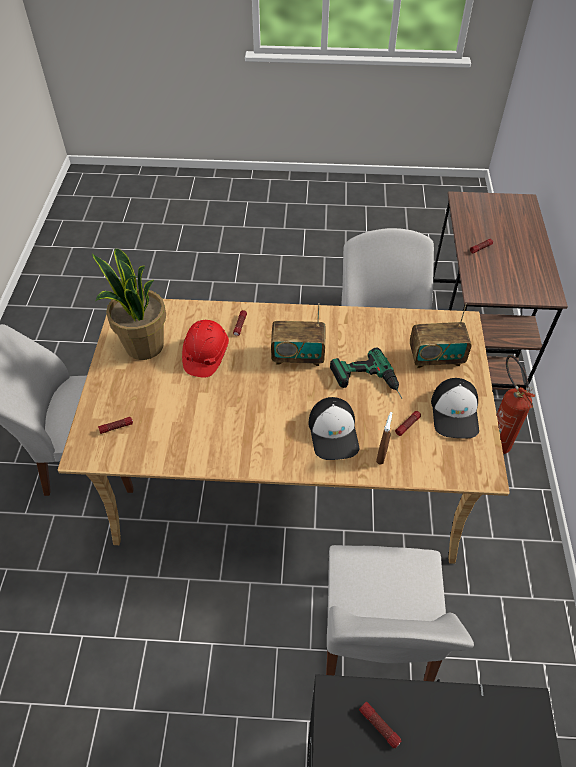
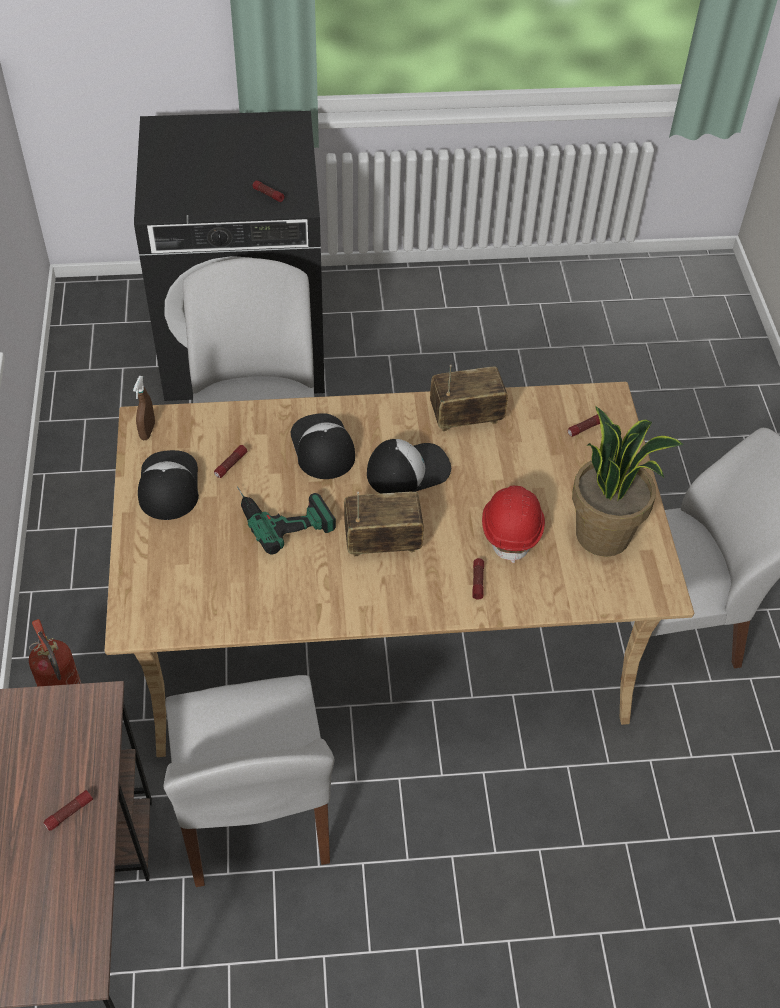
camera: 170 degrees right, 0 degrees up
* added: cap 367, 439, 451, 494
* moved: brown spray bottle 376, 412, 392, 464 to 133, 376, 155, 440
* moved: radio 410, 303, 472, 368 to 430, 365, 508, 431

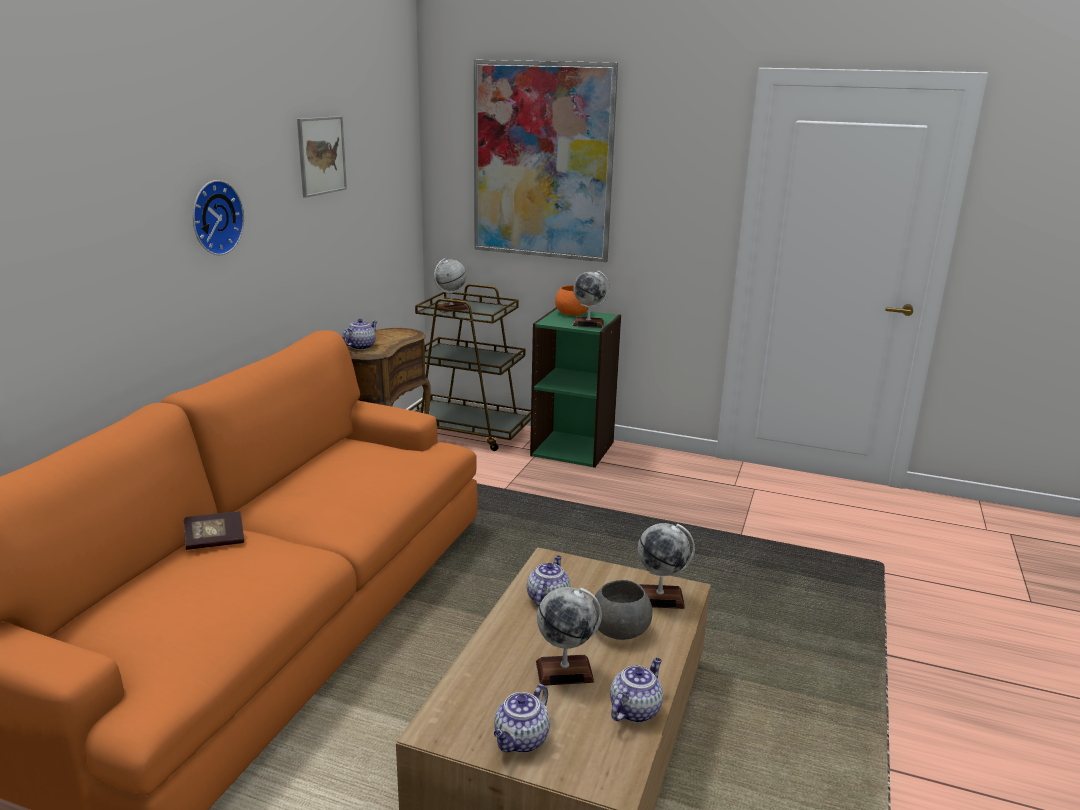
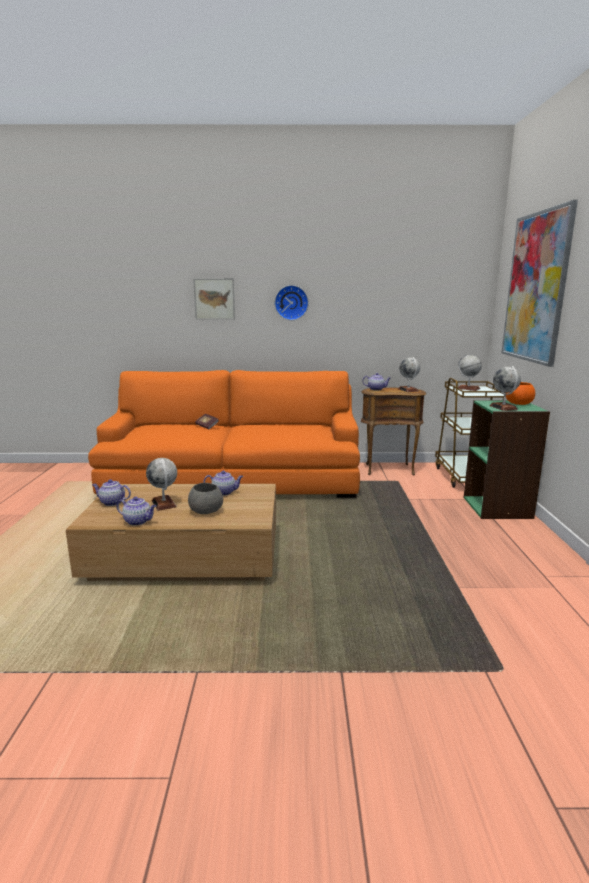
camera: 70 degrees right, 5 degrees down
* moved: picture 297, 116, 347, 198 to 193, 278, 235, 320
* moved: globe 638, 523, 695, 609 to 398, 357, 420, 392

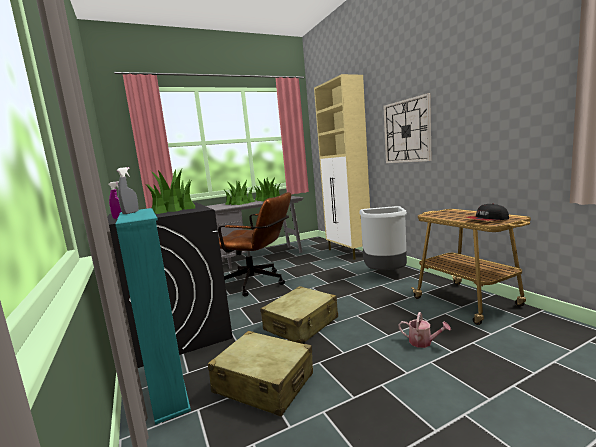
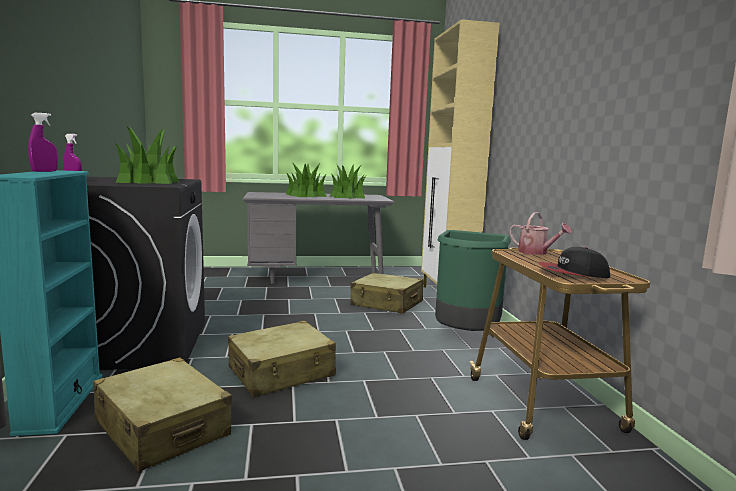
camera: 15 degrees right, 0 degrees up
* removed: brown office chair 218, 192, 291, 297
* removed: wall clock 384, 93, 432, 163
* added: beige suitcase 350, 273, 423, 314
* moved: watering can 399, 312, 451, 348 to 510, 212, 572, 255
* recoloured: grey spray bottle 116, 167, 139, 214 to purple spray bottle 28, 113, 58, 172
* recoloured: grey trash can 359, 206, 407, 270 to green trash can 435, 230, 511, 331

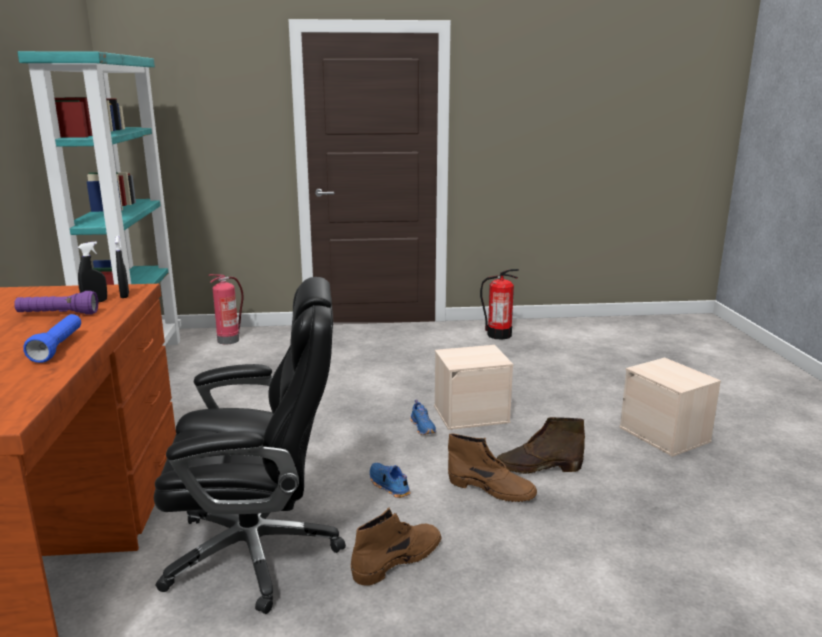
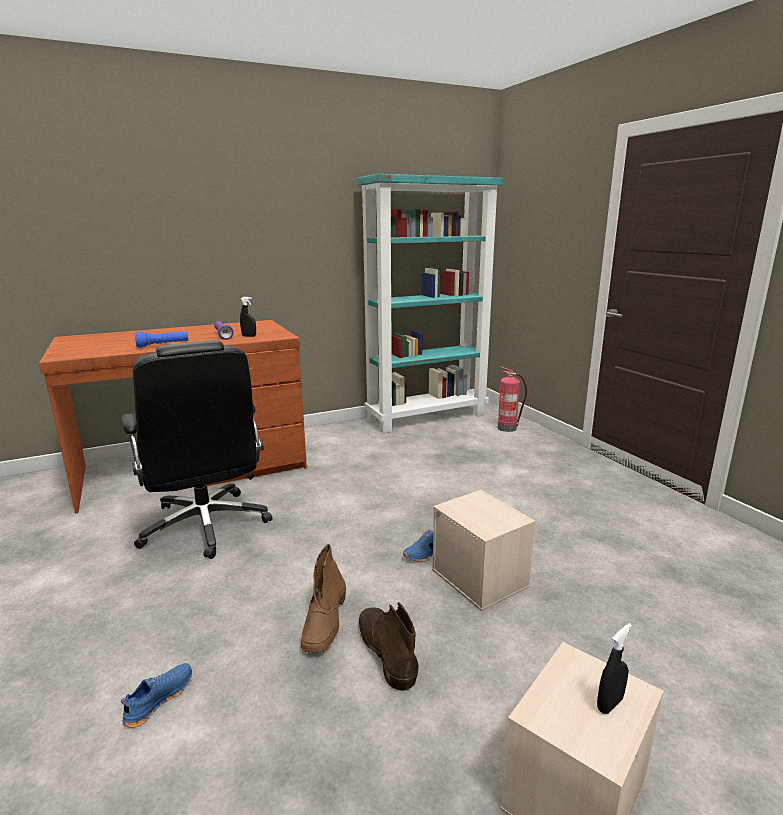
camera: 70 degrees right, 0 degrees up
* removed: brown boot 351, 508, 442, 586
* removed: fire extinguisher 480, 269, 519, 340
* moved: black spray bottle 115, 236, 129, 298 to 597, 623, 632, 714
* moved: blue shoe 370, 463, 410, 498 to 121, 663, 192, 728

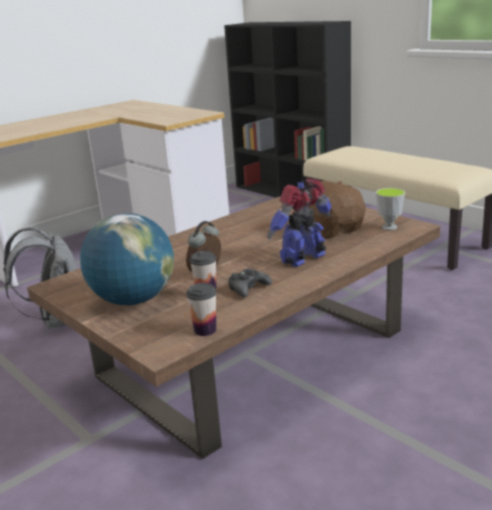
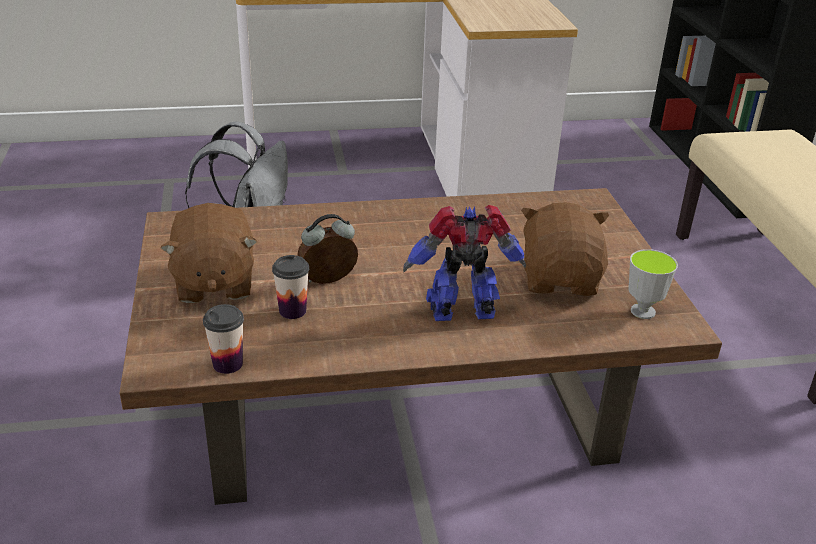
camera: 30 degrees right, 10 degrees up
* removed: black game controller 228, 268, 272, 297
* replaced: globe 80, 213, 174, 305 to brown plush toy 160, 203, 257, 303

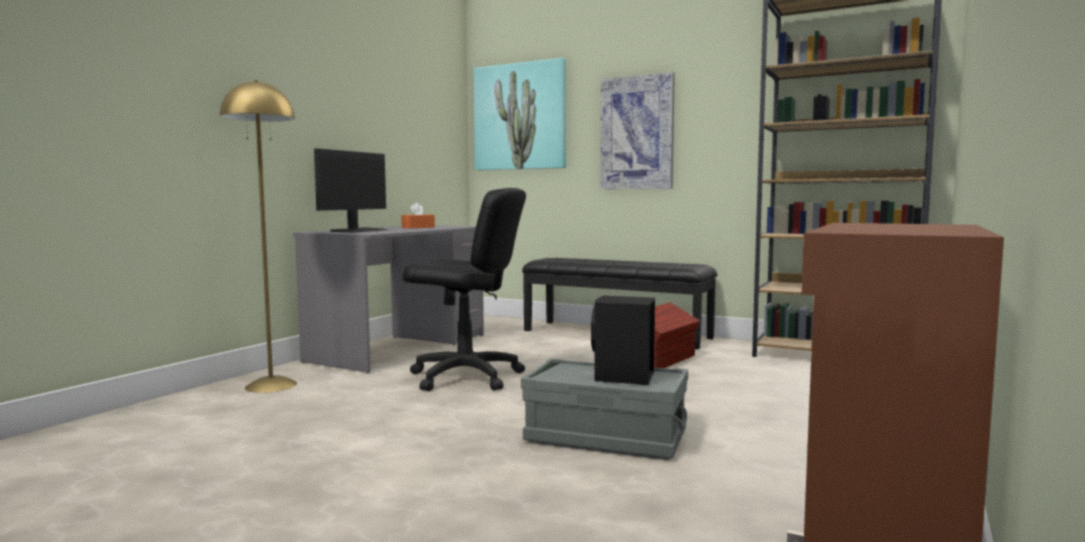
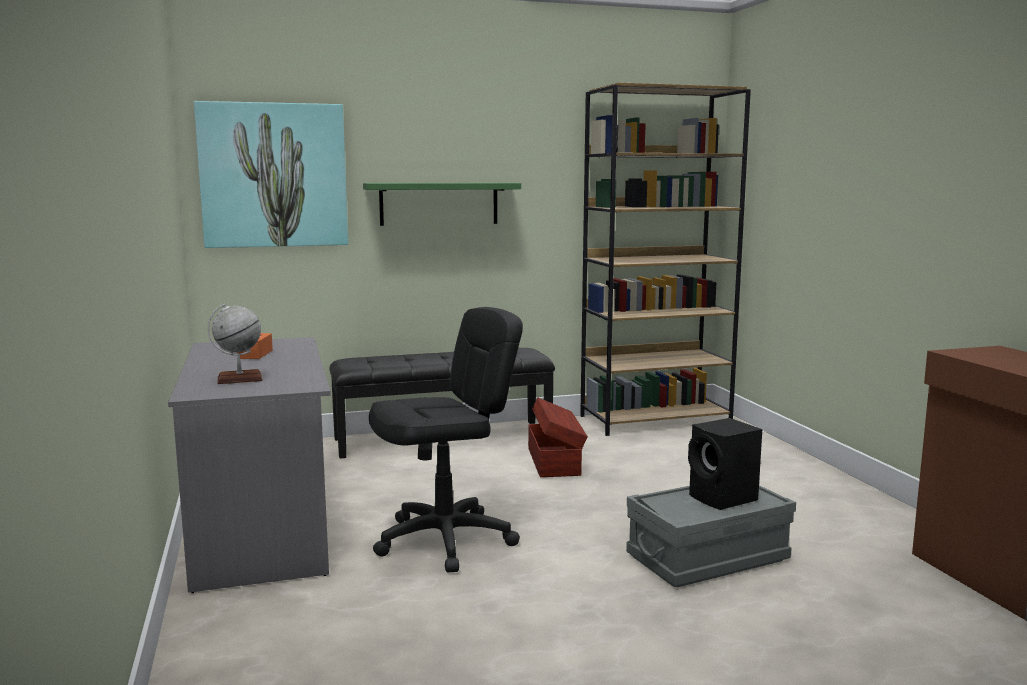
camera: 45 degrees left, 5 degrees up
* removed: yellow floor lamp 220, 80, 297, 393
* replaced: monitor 314, 148, 387, 233 to globe 207, 304, 263, 384
* replaced: picture 600, 72, 675, 189 to green shelf 363, 183, 521, 226

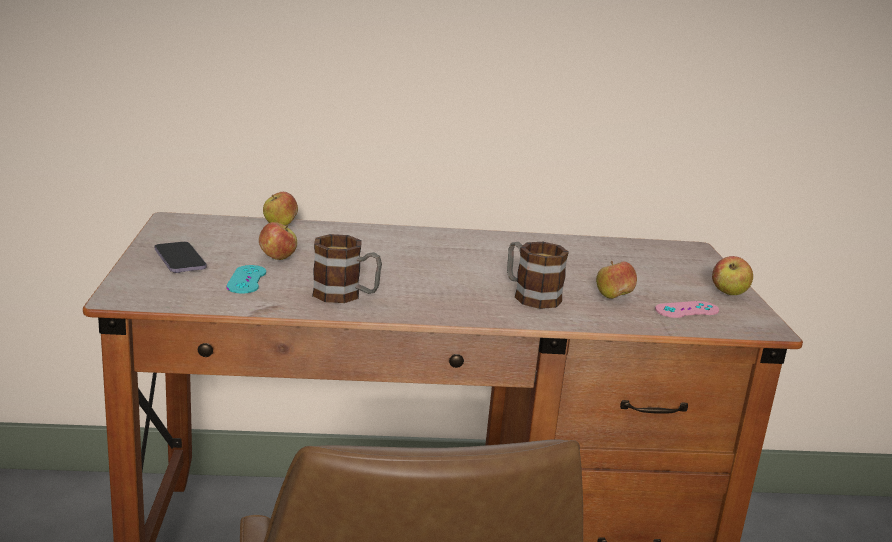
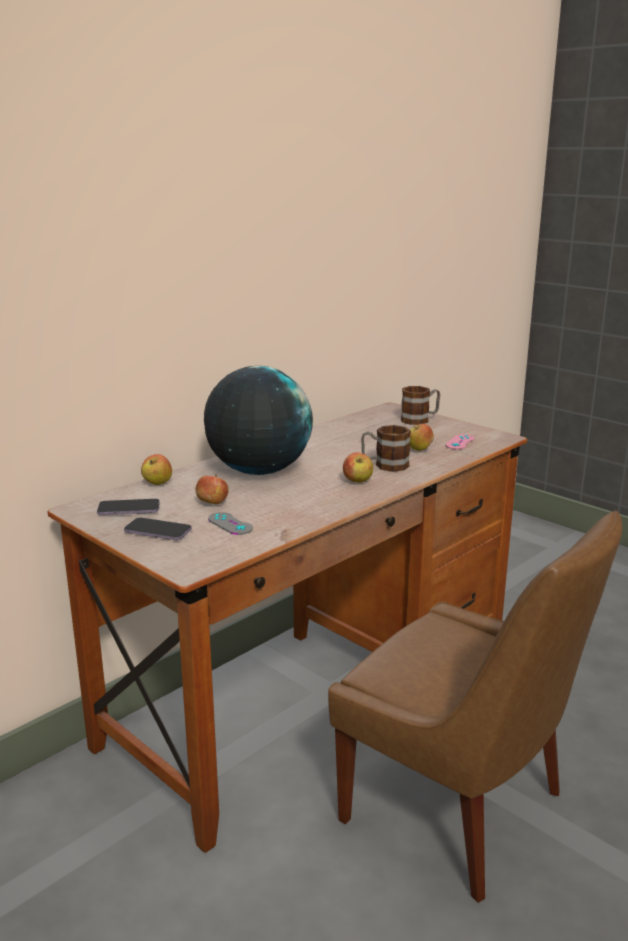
camera: 40 degrees left, 0 degrees up
* added: phone 97, 499, 160, 515
* added: globe 204, 366, 313, 475
* moved: mug 312, 234, 382, 303 to 401, 386, 440, 425
* moved: apple 712, 256, 753, 295 to 343, 452, 373, 483
* recoloured: turquoise game controller 226, 265, 266, 294 to grey game controller 208, 512, 253, 535

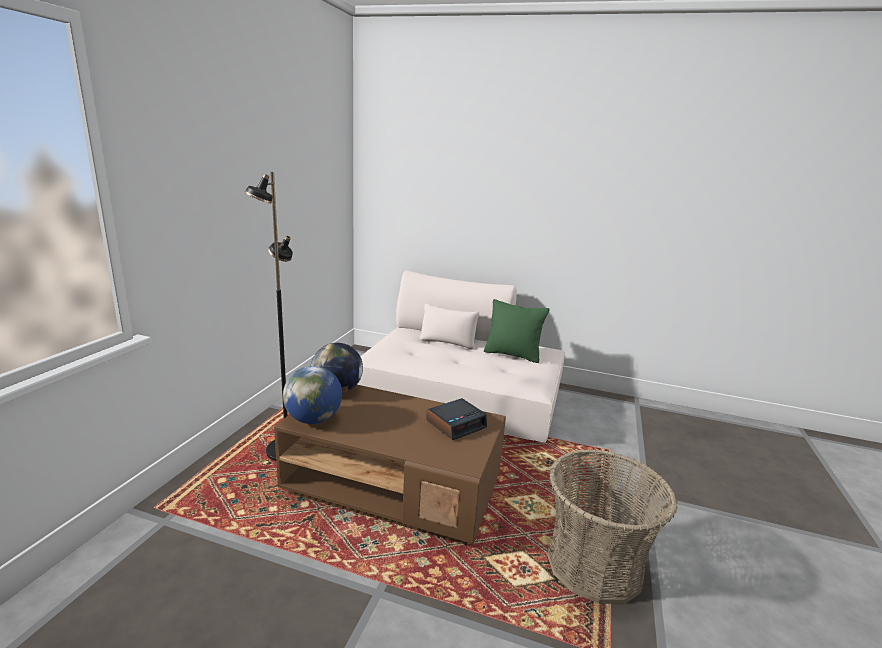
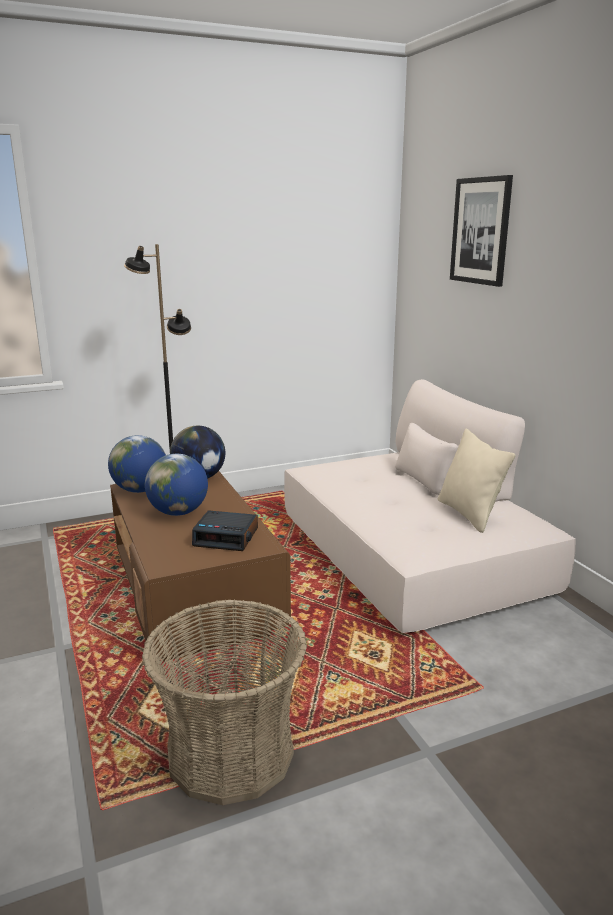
camera: 50 degrees right, 0 degrees up
* added: globe 145, 454, 208, 516
* added: picture 450, 175, 513, 287
* recoloured: green pillow 484, 299, 549, 363 to beige pillow 438, 429, 515, 533

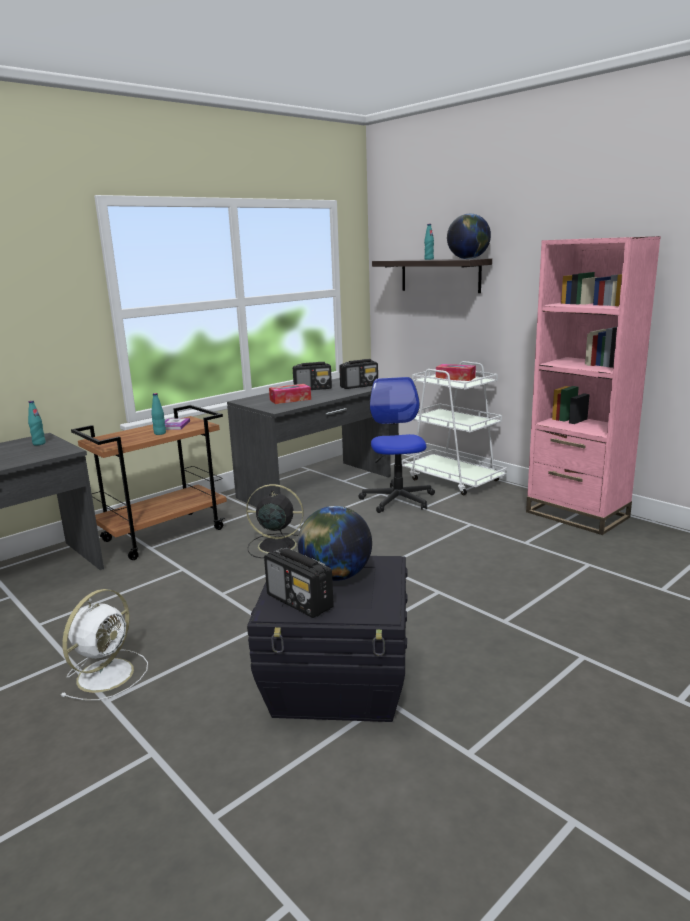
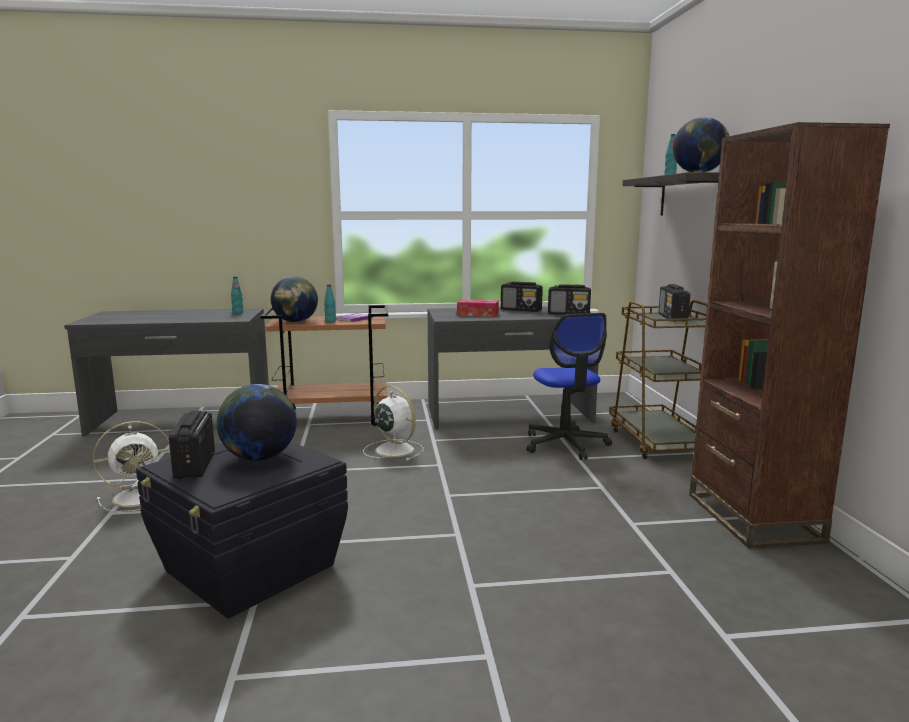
camera: 35 degrees right, 5 degrees down
* added: globe 271, 277, 318, 322
* replaced: tissue box 436, 364, 476, 381 to radio 658, 284, 690, 322
* recoloured: black fan 246, 484, 304, 558 to white fan 363, 386, 424, 461
* recoloured: white cart 402, 361, 507, 495 to brown cart 609, 300, 707, 459
* recoloured: pink bookcase 526, 236, 661, 535 to brown bookcase 689, 122, 890, 549
* turned: office chair 358, 377, 435, 513 = 526, 313, 612, 460 135 degrees clockwise

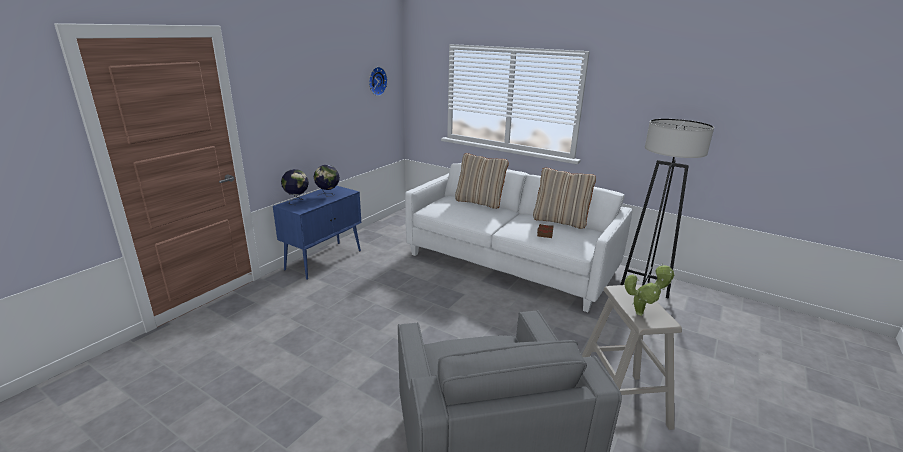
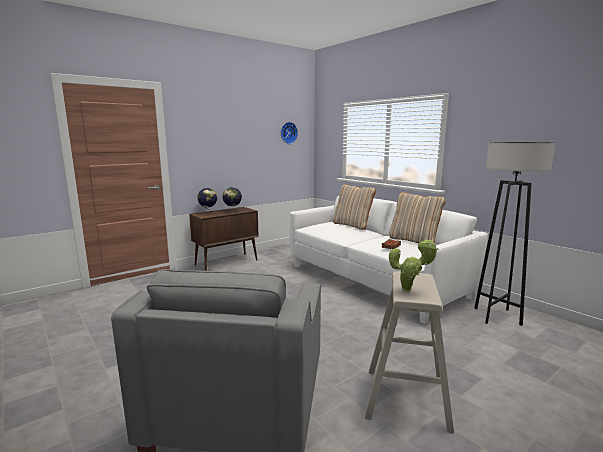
camera: 20 degrees right, 10 degrees down
* recoloured: blue cabinet 273, 186, 361, 280 to brown cabinet 189, 207, 259, 271

